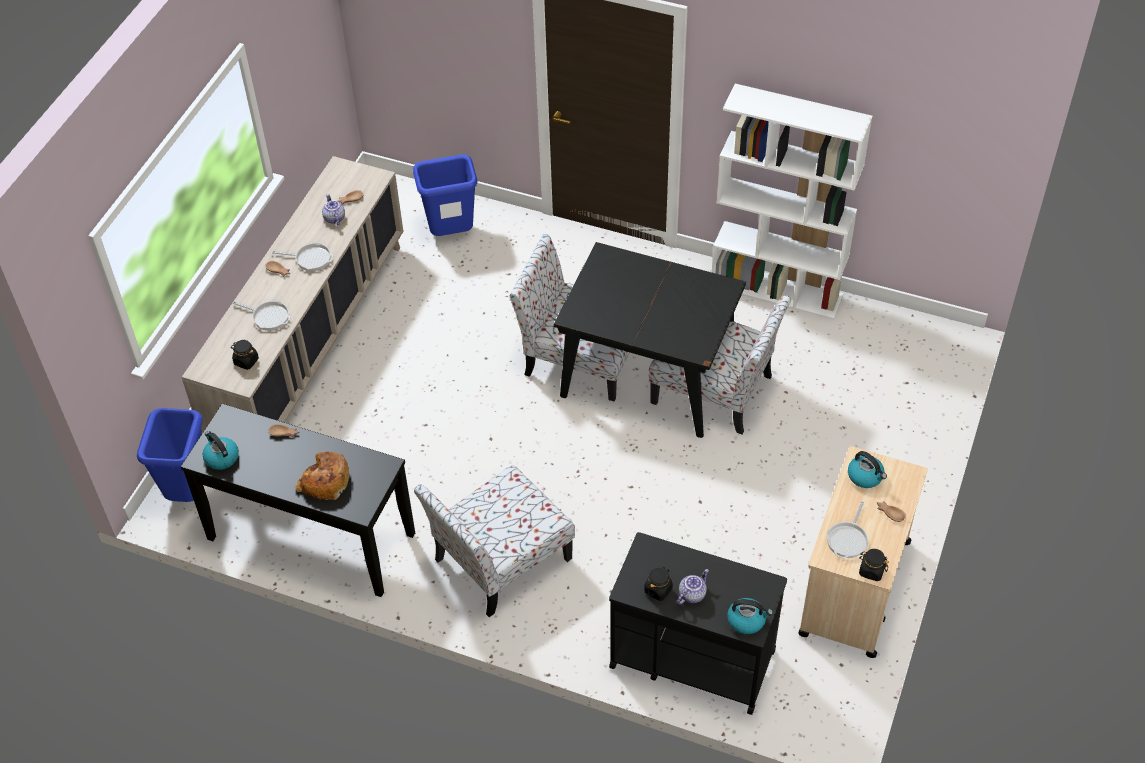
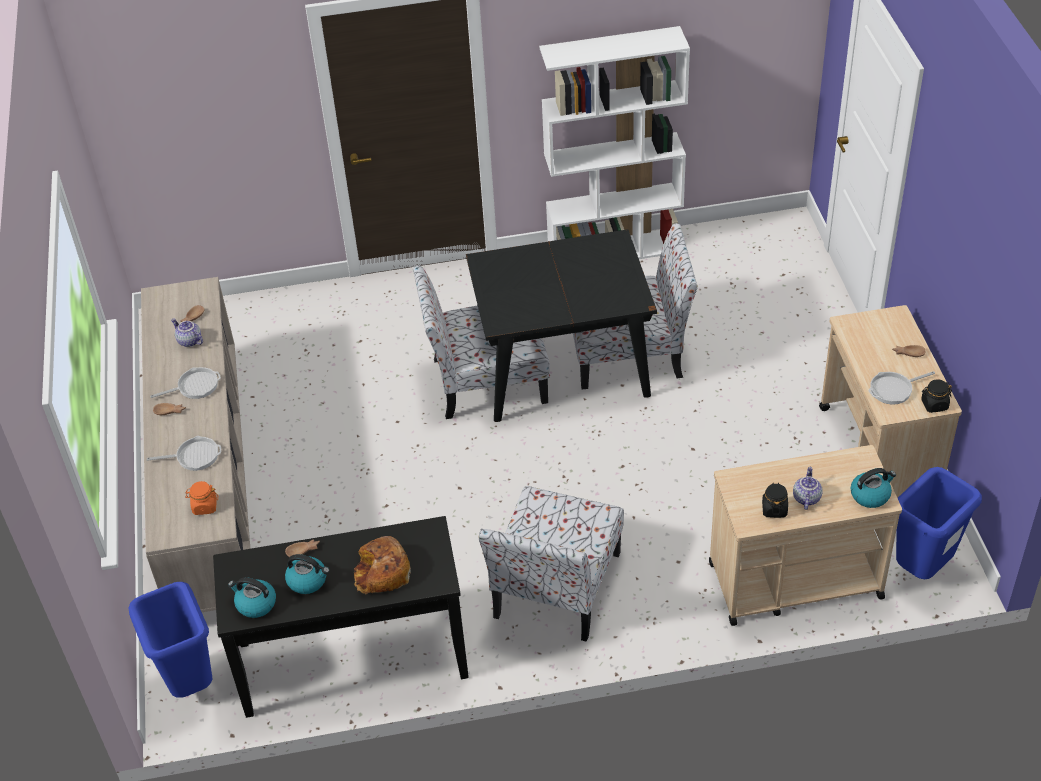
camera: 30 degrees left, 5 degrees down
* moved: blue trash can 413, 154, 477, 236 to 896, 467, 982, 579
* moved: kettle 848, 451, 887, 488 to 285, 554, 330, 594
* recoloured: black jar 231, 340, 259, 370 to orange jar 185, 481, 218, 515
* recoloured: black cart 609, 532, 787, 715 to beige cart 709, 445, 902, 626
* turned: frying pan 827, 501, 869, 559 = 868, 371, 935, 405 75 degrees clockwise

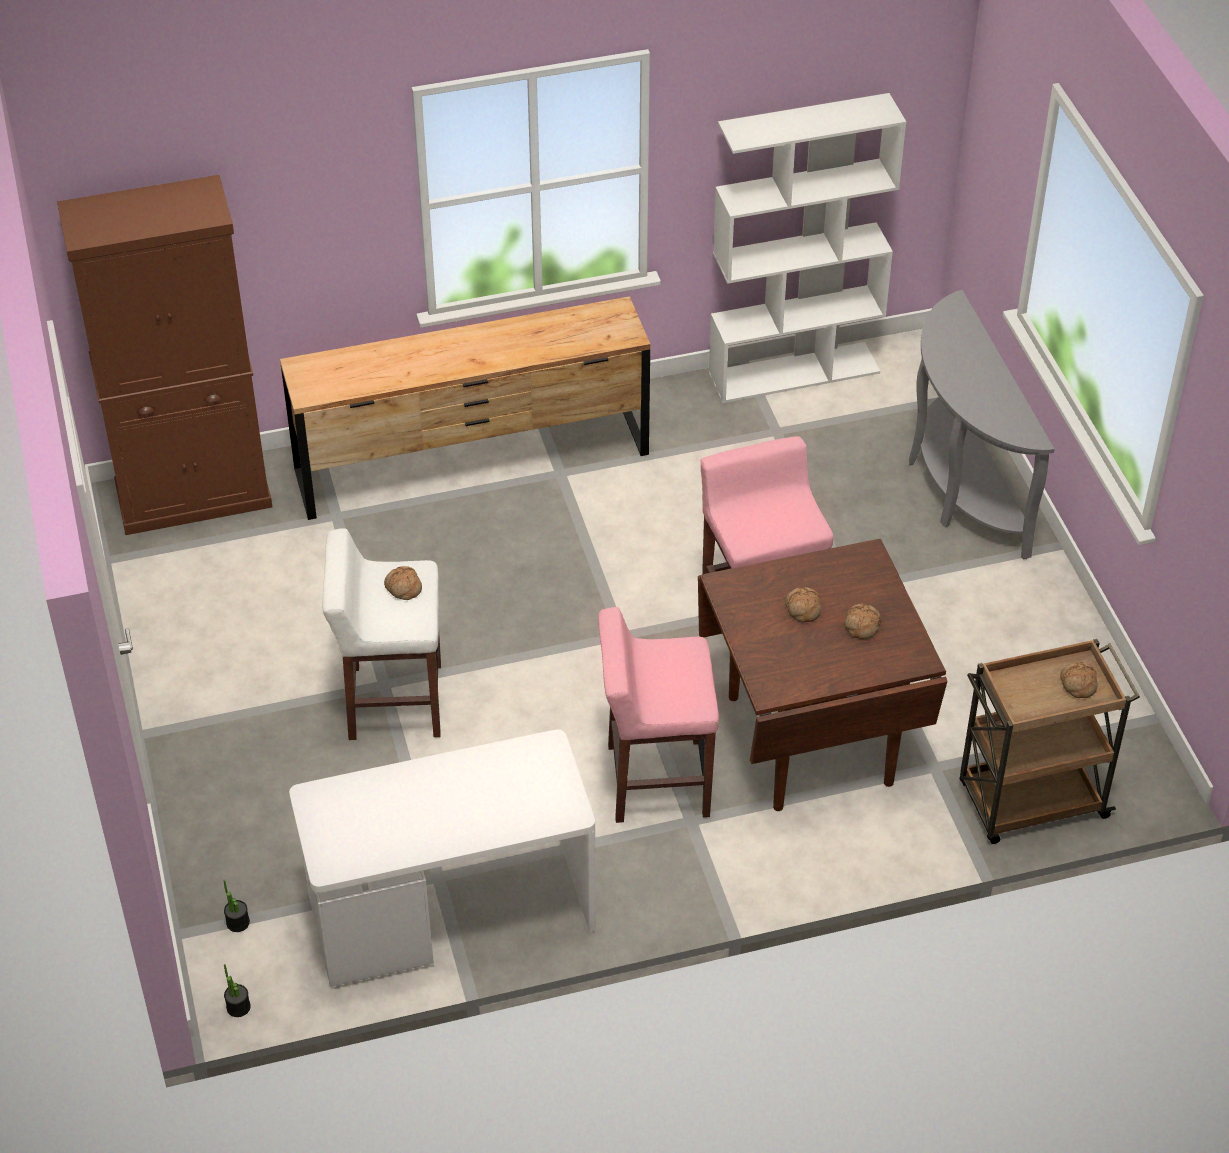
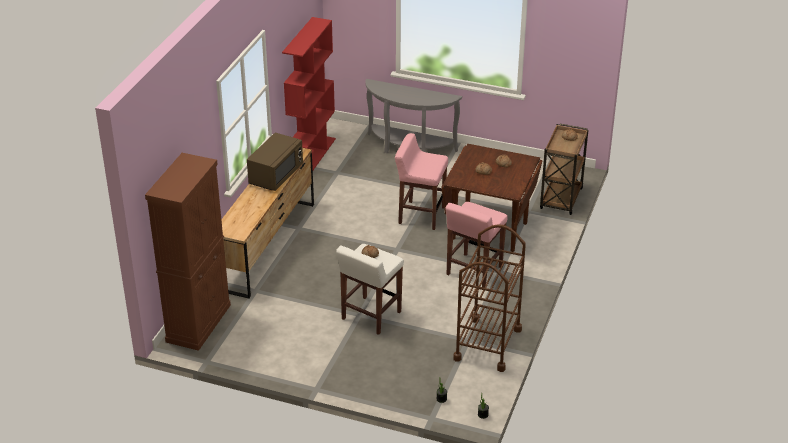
camera: 55 degrees left, 10 degrees down
* added: brown microwave 247, 133, 303, 191
* replaced: white desk 289, 729, 596, 987 to brown cart 453, 224, 526, 372
* recoloured: white bookcase 709, 93, 906, 403 to red bookcase 282, 17, 336, 170

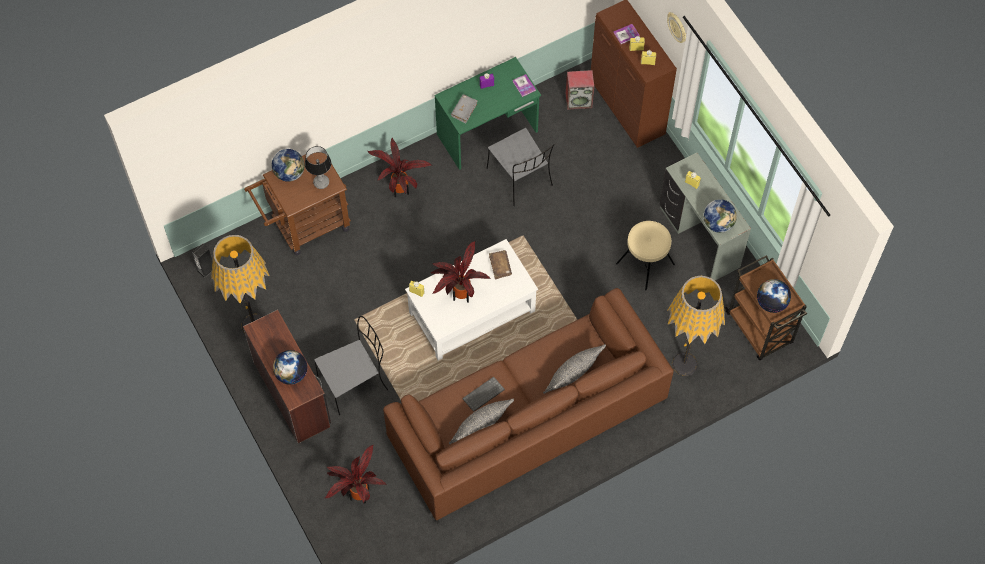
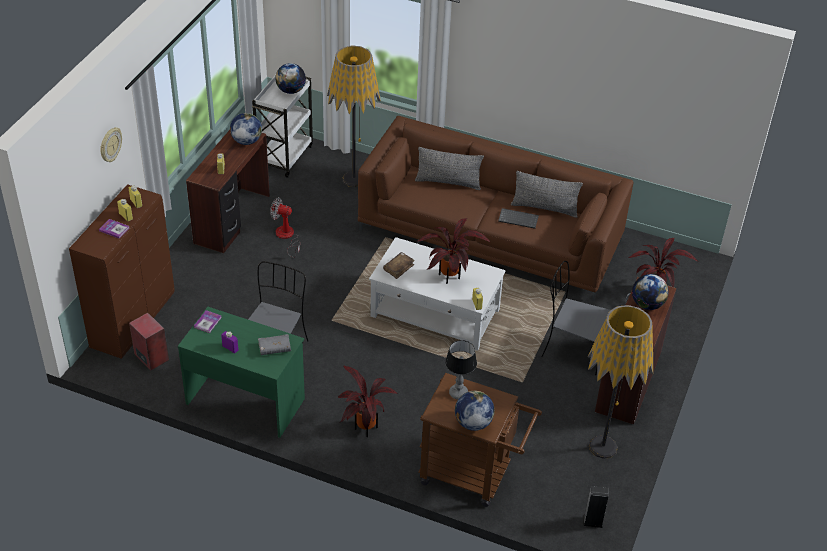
camera: 130 degrees left, 20 degrees down
* replaced: beige stool 616, 221, 675, 290 to fan 270, 197, 300, 258
* recoloured: grey desk 660, 152, 751, 280 to brown desk 186, 130, 270, 253
* recoloured: brown cart 725, 255, 807, 360 to white cart 252, 75, 313, 178

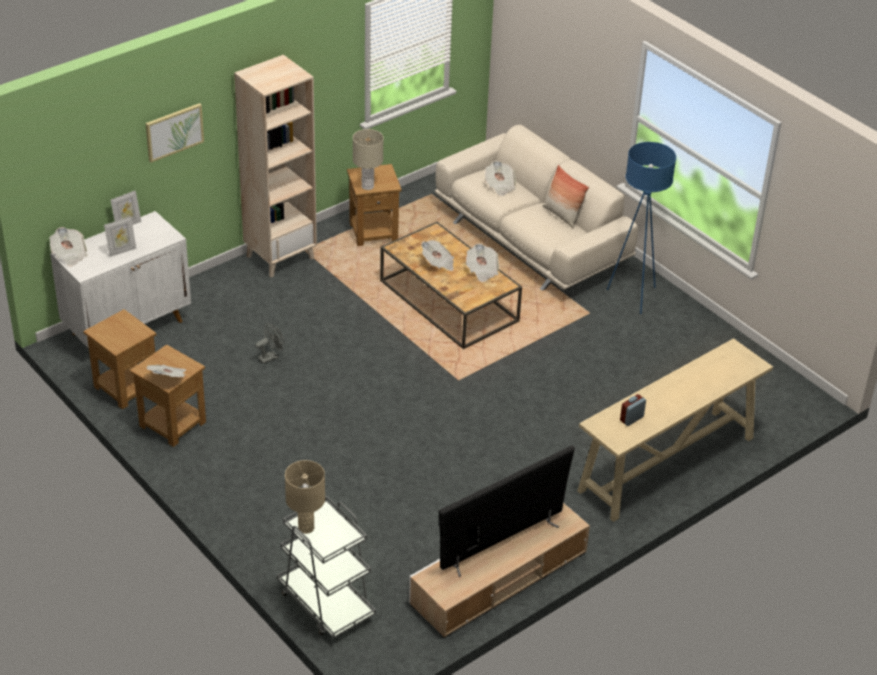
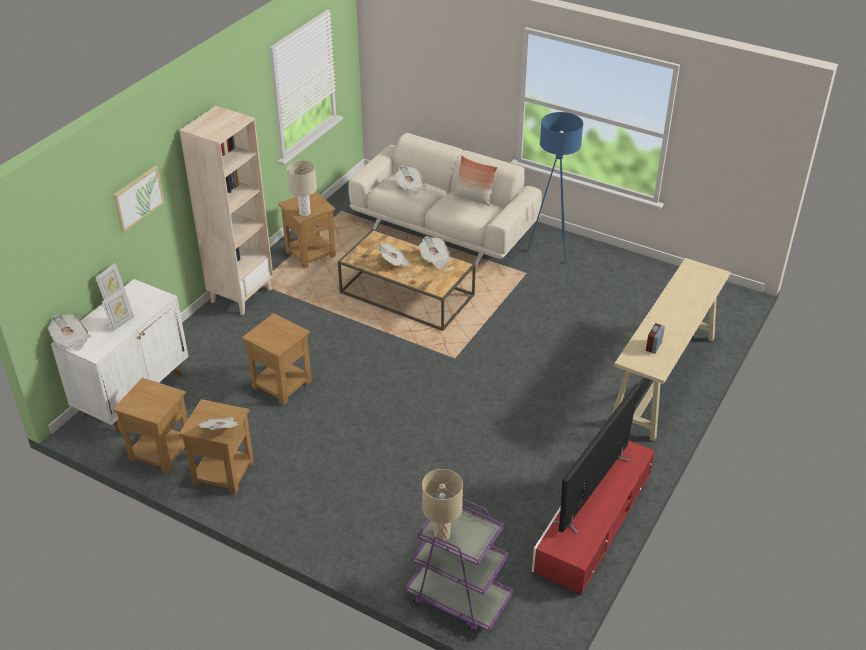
camera: 20 degrees left, 0 degrees up
* replaced: grey fan 255, 323, 284, 364 to brown side table 242, 313, 312, 405
* recoloured: grey cart 277, 496, 376, 638 to purple cart 405, 498, 513, 631
* recoloured: beige tv stand 409, 503, 590, 638 to red tv stand 532, 441, 655, 595

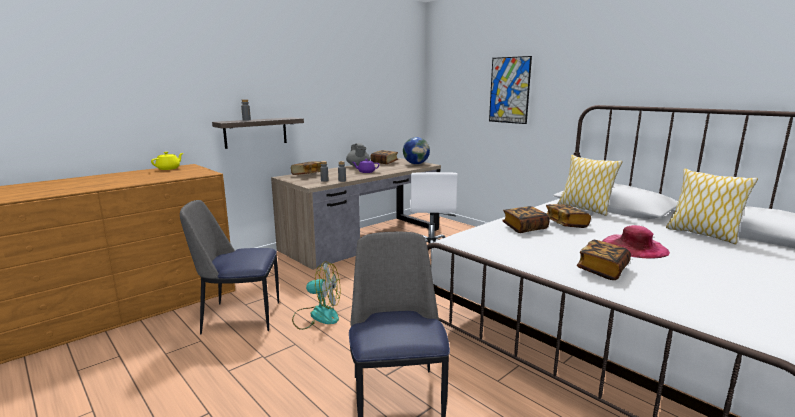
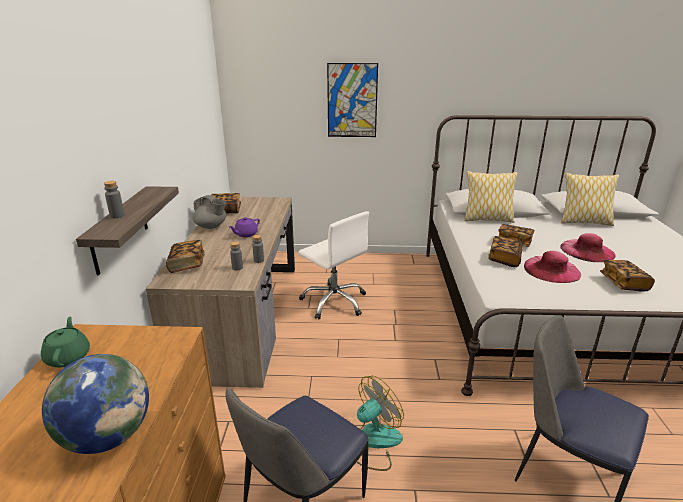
camera: 45 degrees left, 10 degrees up
* added: pink hat 524, 251, 581, 283
* moved: globe 403, 137, 430, 164 to 42, 354, 149, 454
* recoloured: yellow teapot 151, 152, 183, 170 to green teapot 41, 316, 90, 368

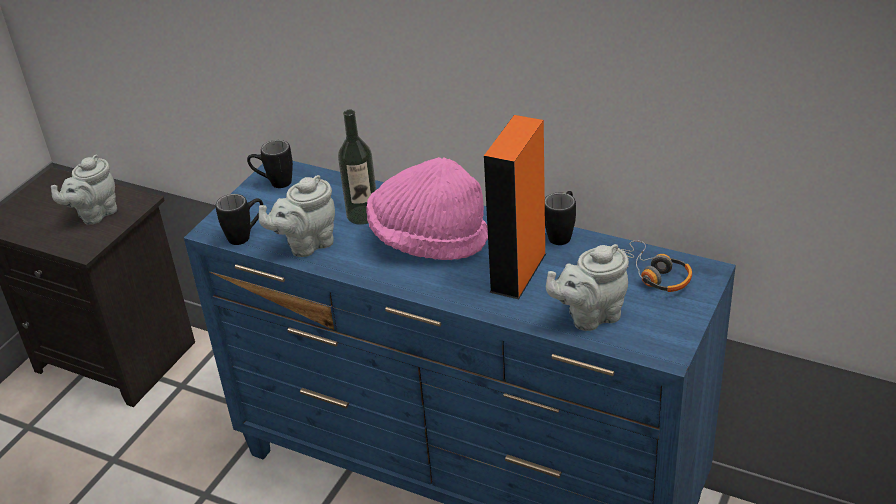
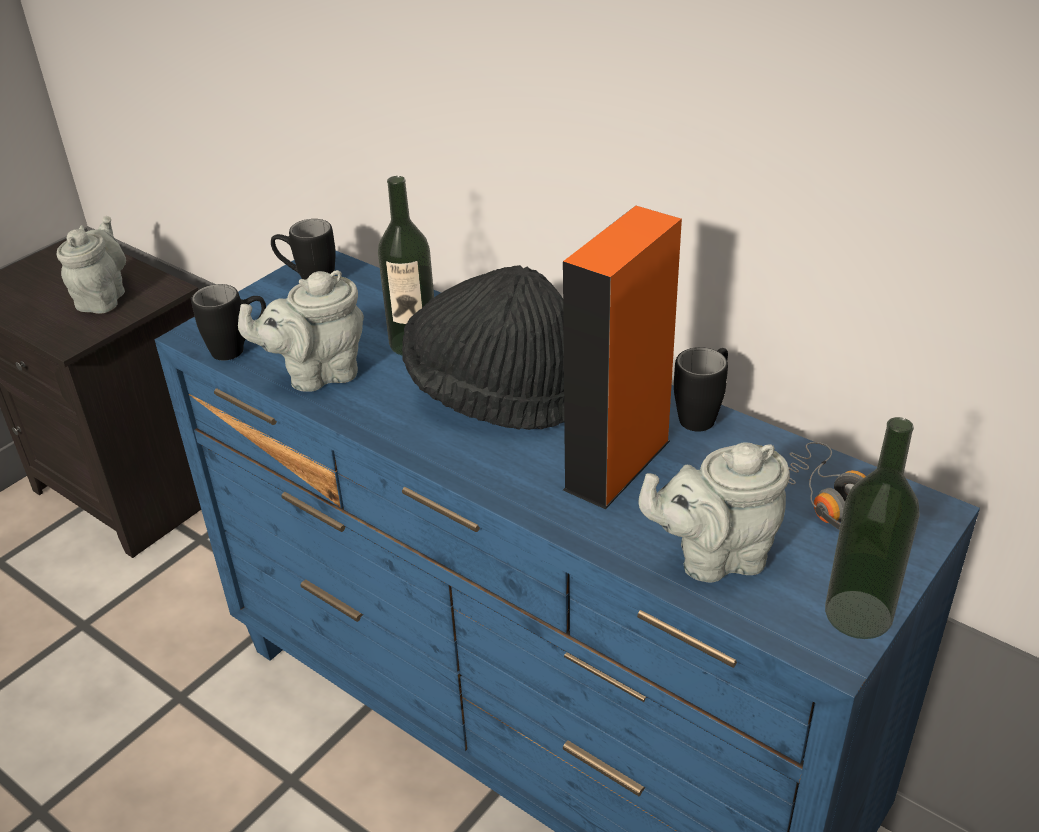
camera: 10 degrees right, 0 degrees up
* added: bottle 825, 417, 920, 639
* recoloured: pink hat 366, 157, 488, 260 to black hat 402, 265, 564, 430
* turned: grey teapot 51, 155, 117, 225 = 57, 216, 126, 314 135 degrees clockwise

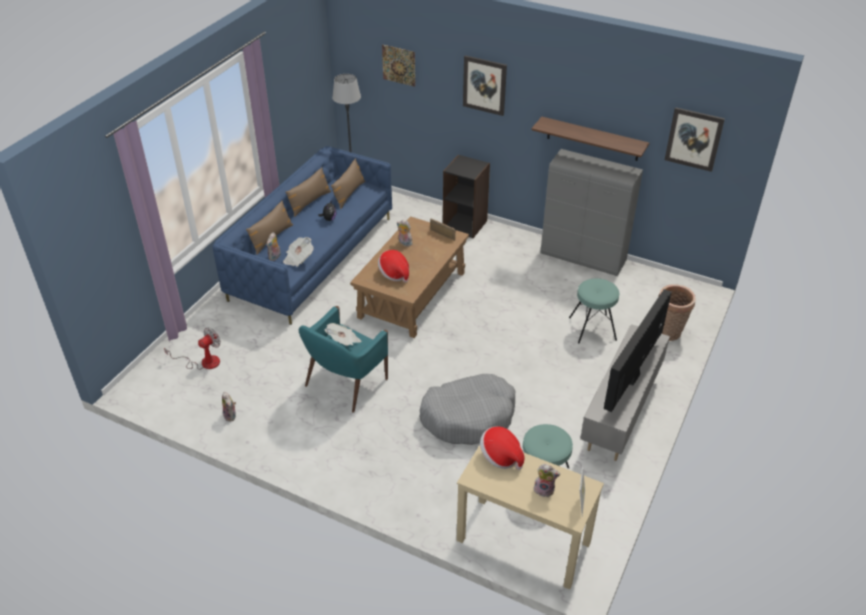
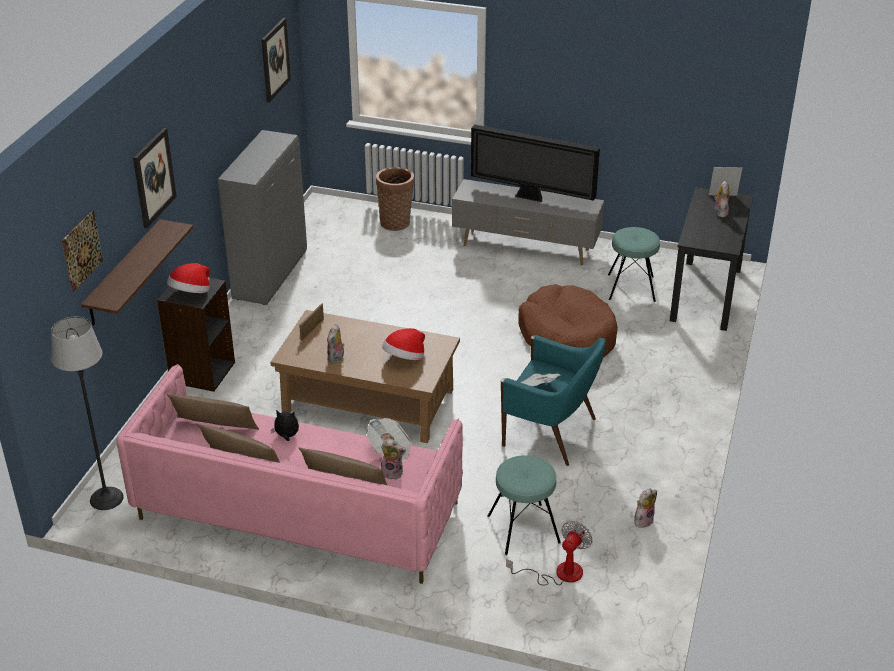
camera: 100 degrees left, 5 degrees down
* moved: hat 480, 426, 524, 470 to 167, 263, 210, 293
* moved: shelf 531, 116, 649, 161 to 81, 219, 193, 326
* moved: turquoise stool 569, 278, 619, 344 to 487, 455, 561, 555
* recoloured: blue sofa 212, 146, 392, 325 to pink sofa 116, 364, 463, 584
* recoloured: grey dog bed 419, 374, 515, 445 to brown dog bed 518, 284, 618, 358
* recoloured: beige desk 456, 445, 604, 590 to black desk 670, 187, 753, 331
* turned: fan 164, 328, 221, 370 = 506, 521, 592, 586 90 degrees clockwise

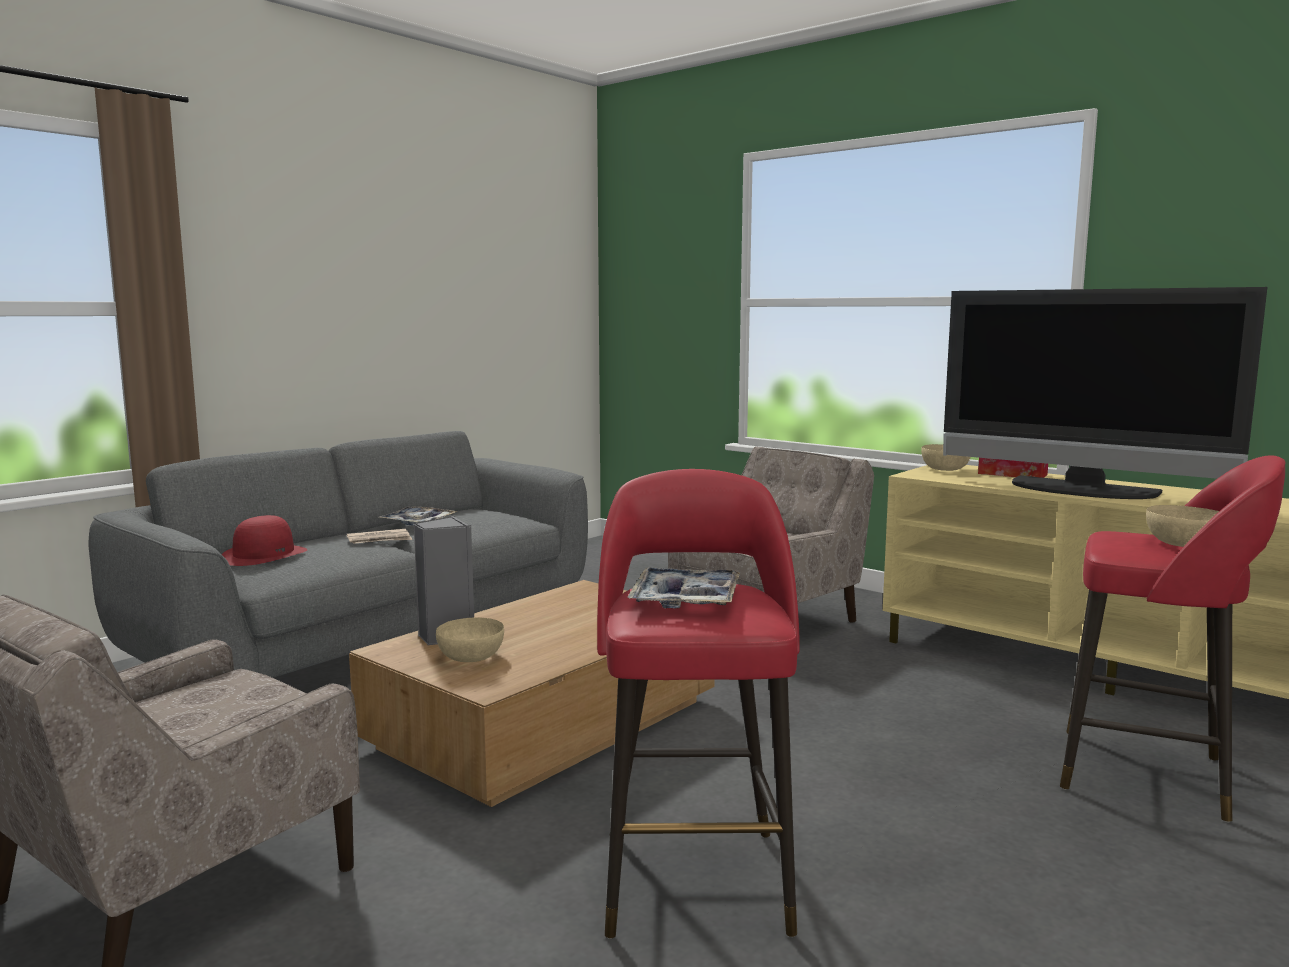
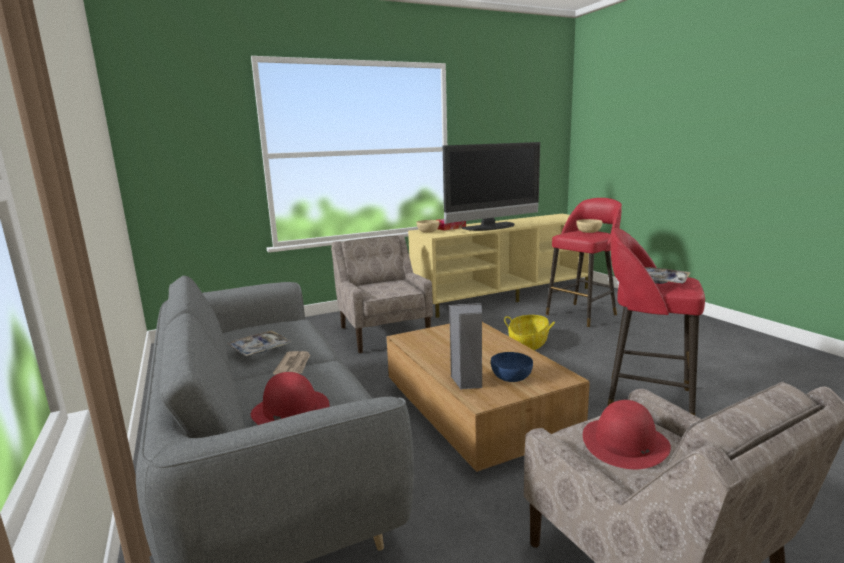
camera: 65 degrees left, 5 degrees up
* added: basket 504, 315, 555, 350
* added: red hat 583, 400, 671, 469
* recoloured: beige bowl 436, 618, 504, 662 to blue bowl 491, 352, 533, 382

